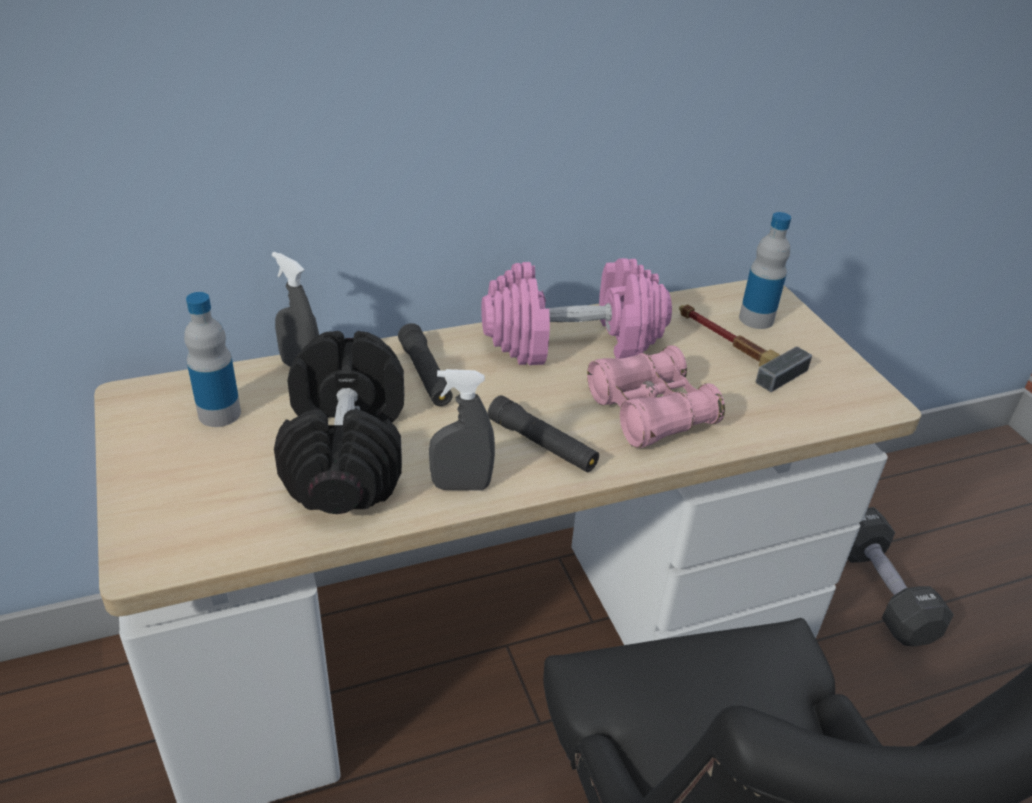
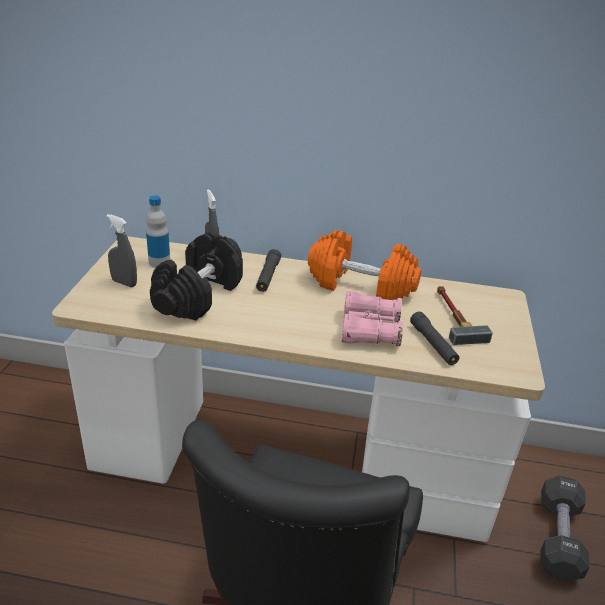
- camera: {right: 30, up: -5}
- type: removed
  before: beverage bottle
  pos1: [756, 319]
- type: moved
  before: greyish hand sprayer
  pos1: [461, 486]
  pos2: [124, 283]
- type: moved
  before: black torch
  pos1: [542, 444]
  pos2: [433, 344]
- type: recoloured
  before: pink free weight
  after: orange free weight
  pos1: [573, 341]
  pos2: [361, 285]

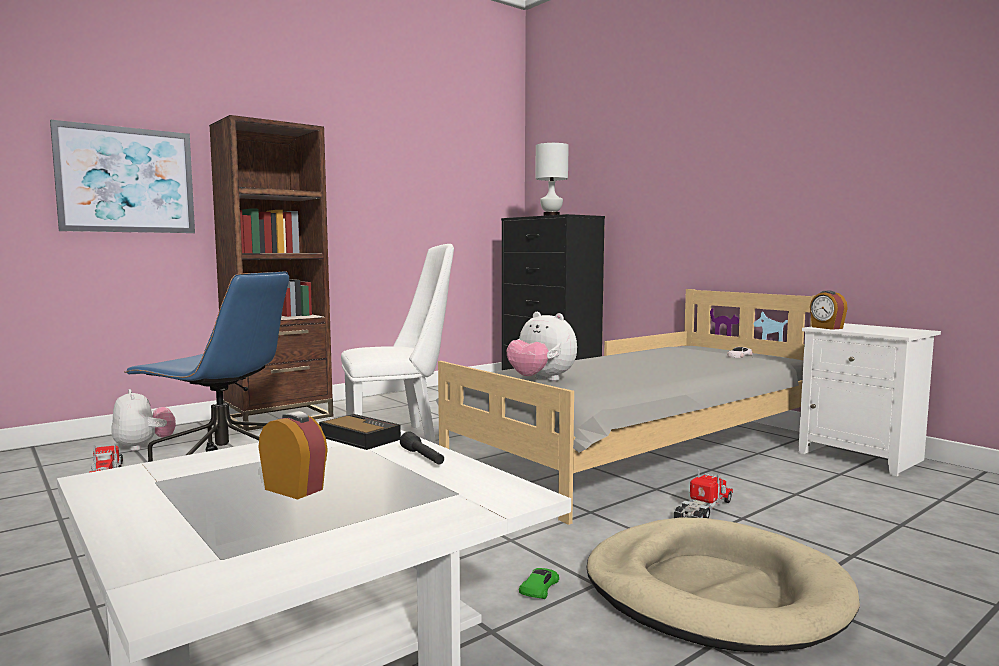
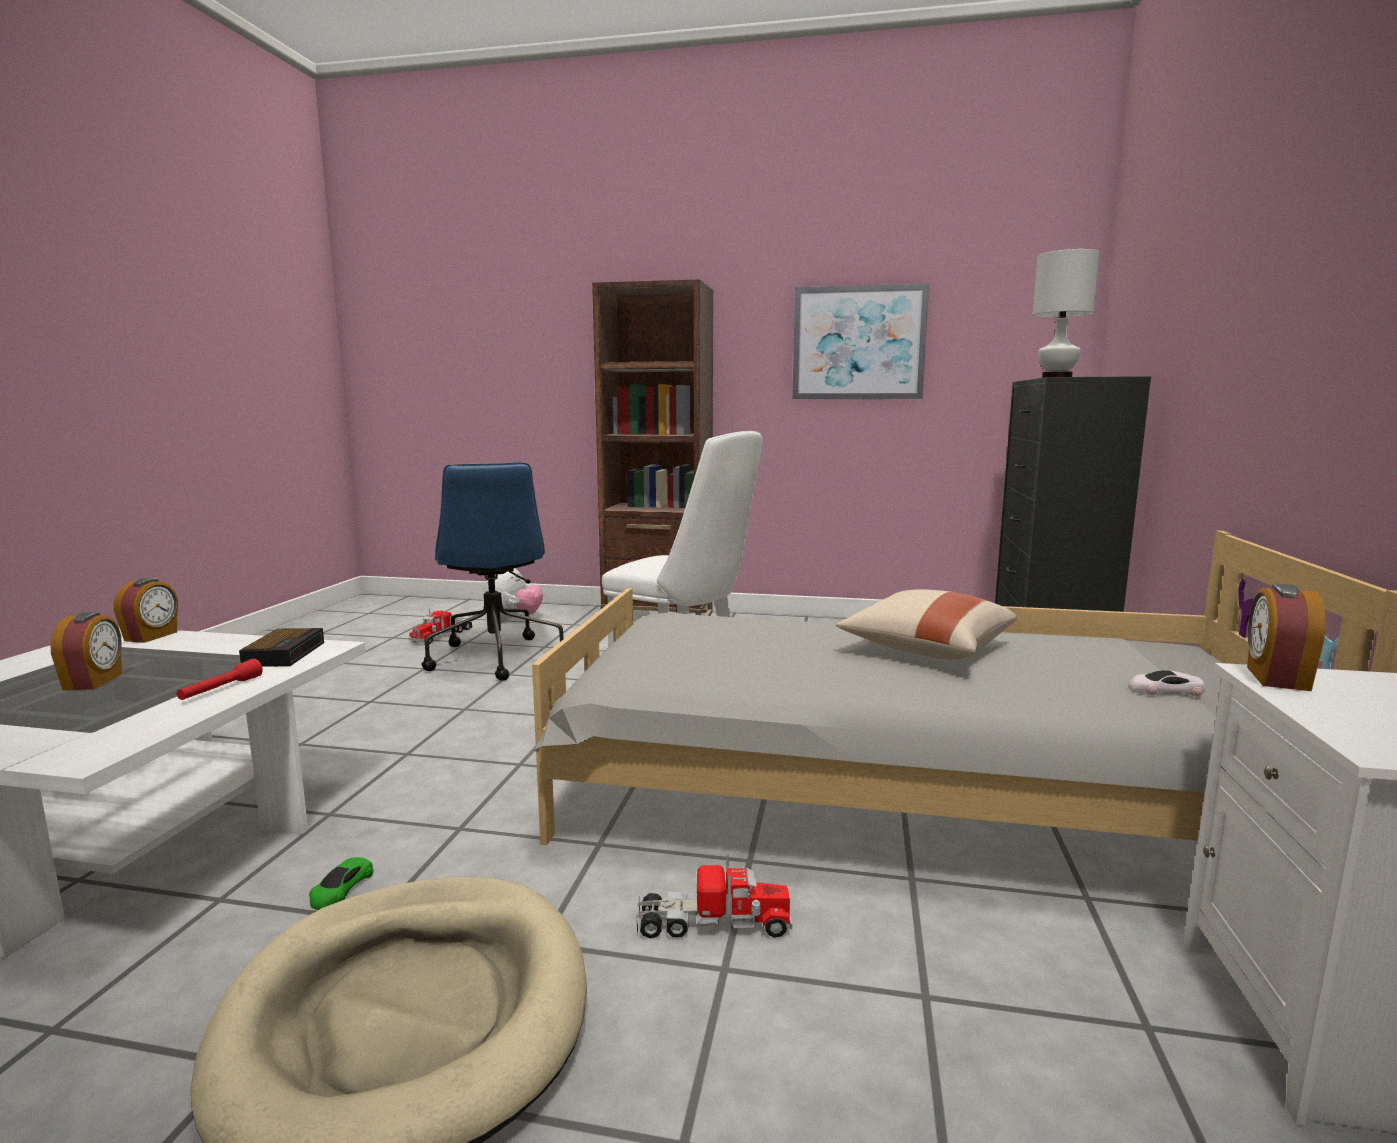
- camera: {right: 50, up: 5}
- type: removed
  before: plush toy
  pos1: [541, 380]
- type: added
  after: table clock
  pos2: [152, 636]
- type: added
  after: beige-coloured pillow
  pos2: [926, 649]
- type: moved
  before: picture
  pos1: [126, 180]
  pos2: [858, 343]
- type: recoloured
  before: black torch
  after: red-coloured torch
  pos1: [423, 458]
  pos2: [221, 689]
- type: turned
  before: green model car
  pos1: [539, 587]
  pos2: [341, 888]
  turn: 120

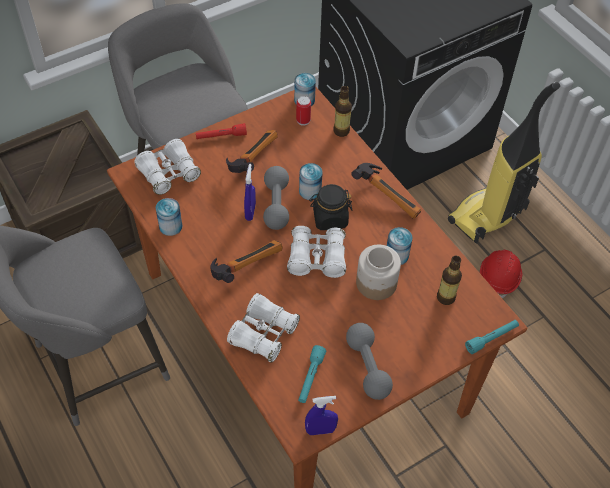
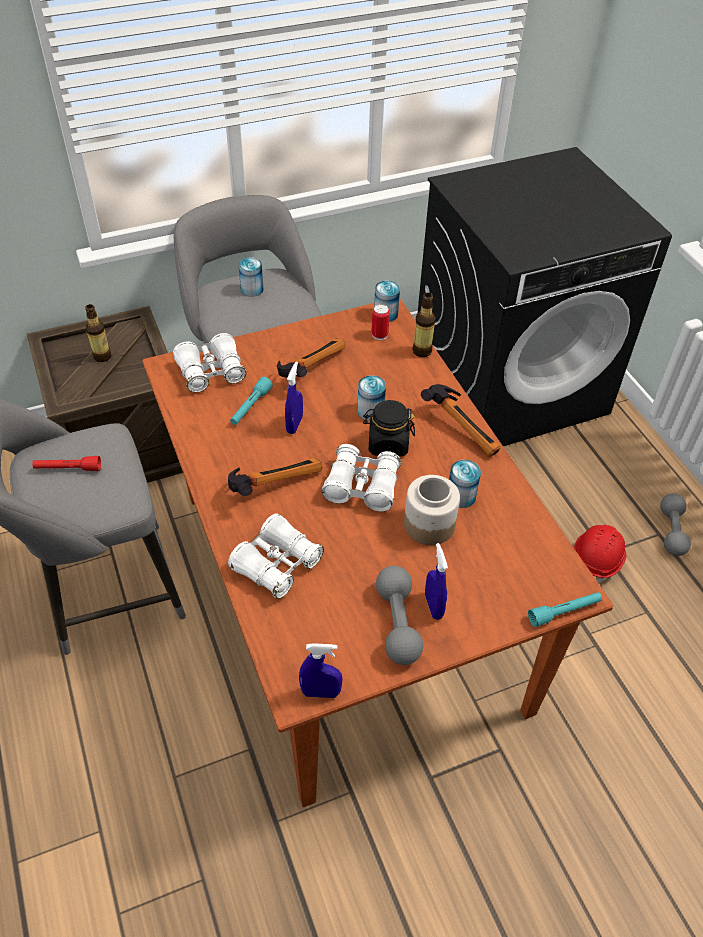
- camera: {right: 10, up: -5}
- type: removed
  before: hoover
  pos1: [487, 217]
- type: added
  after: blue hand sprayer
  pos2: [433, 606]
- type: moved
  before: sealed can
  pos1: [170, 226]
  pos2: [252, 289]
- type: moved
  before: red-coloured torch
  pos1: [221, 136]
  pos2: [68, 469]
- type: moved
  before: greyish free weight
  pos1: [276, 205]
  pos2: [671, 531]
- type: moved
  before: turquoise-coloured torch
  pos1: [310, 378]
  pos2: [250, 407]
- type: moved
  before: beverage bottle
  pos1: [445, 297]
  pos2: [102, 356]

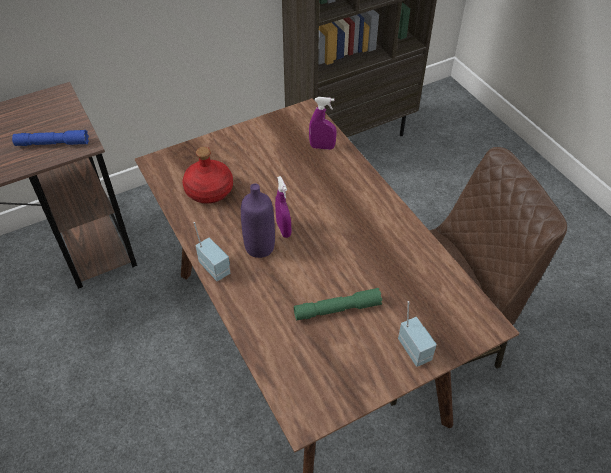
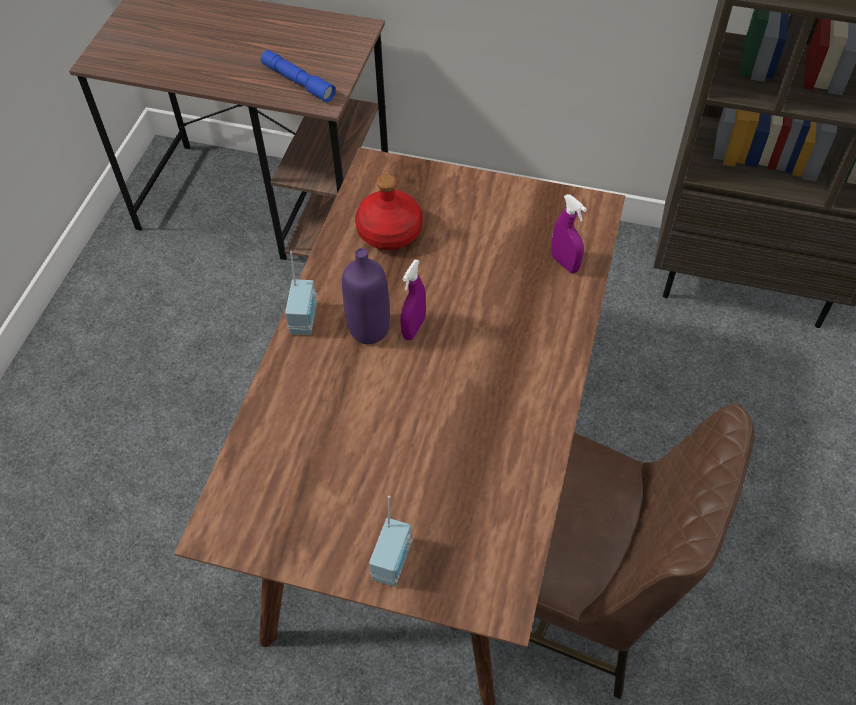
- camera: {right: 45, up: 5}
- type: removed
  before: green torch
  pos1: [337, 309]

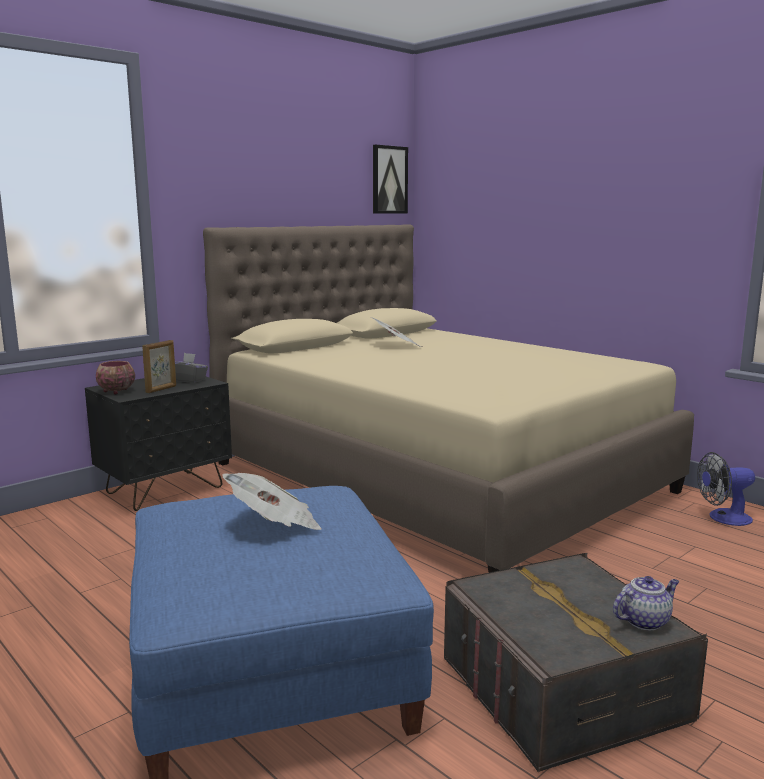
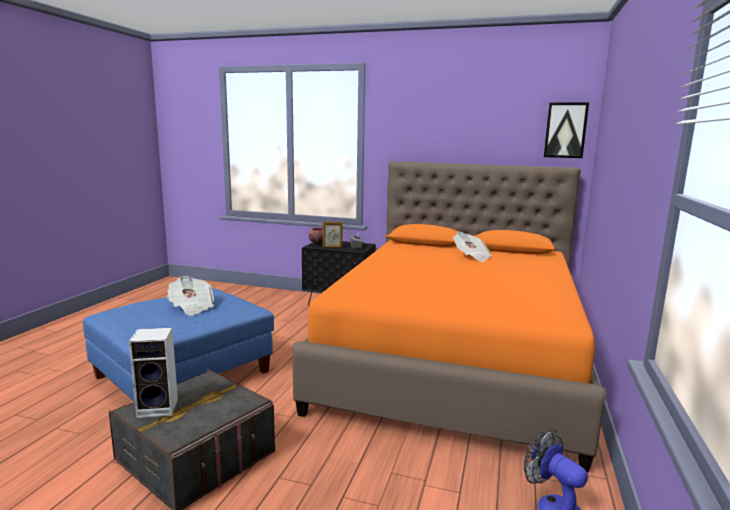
- camera: {right: 60, up: 0}
- type: removed
  before: tea pot
  pos1: [644, 620]
- type: added
  after: audio speaker
  pos2: [159, 407]
- type: recoloured
  before: beige-coloured bed
  after: orange bed
  pos1: [437, 476]
  pos2: [455, 360]

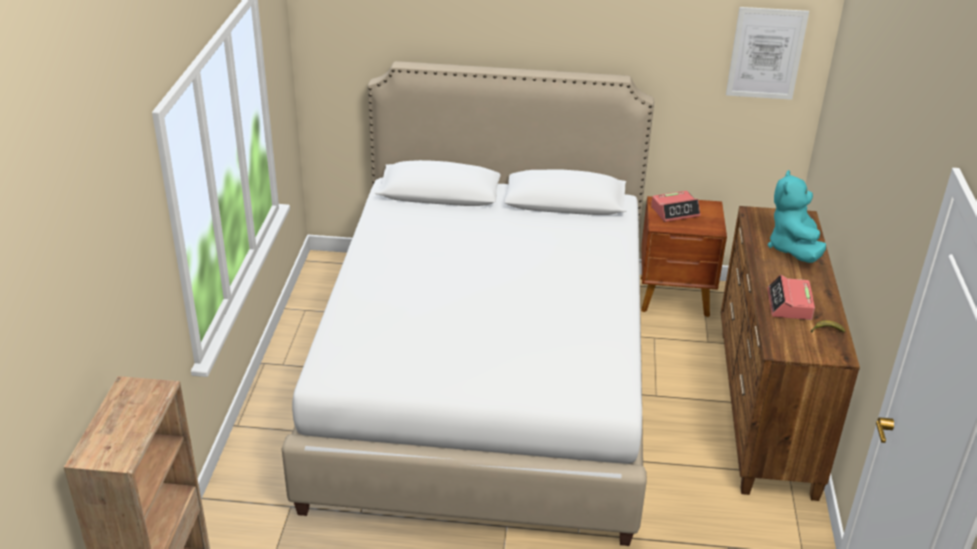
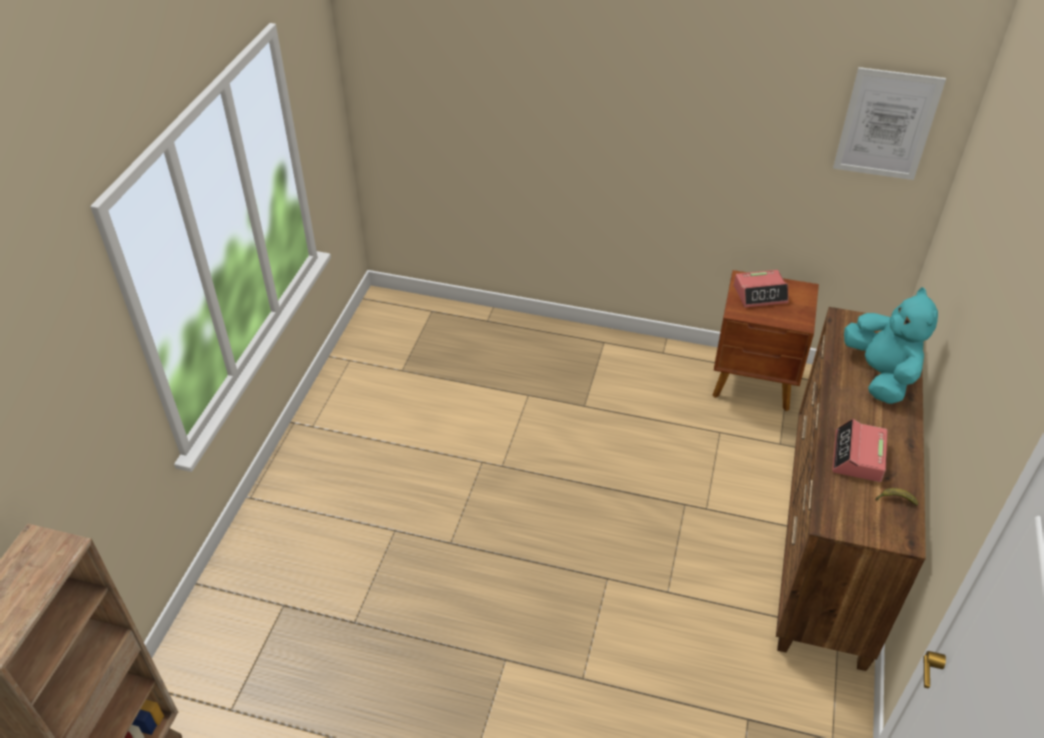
- camera: {right: 10, up: 10}
- type: removed
  before: white-coloured bed
  pos1: [485, 380]
- type: turned
  before: turquoise-coloured plush toy
  pos1: [793, 249]
  pos2: [880, 375]
  turn: 150

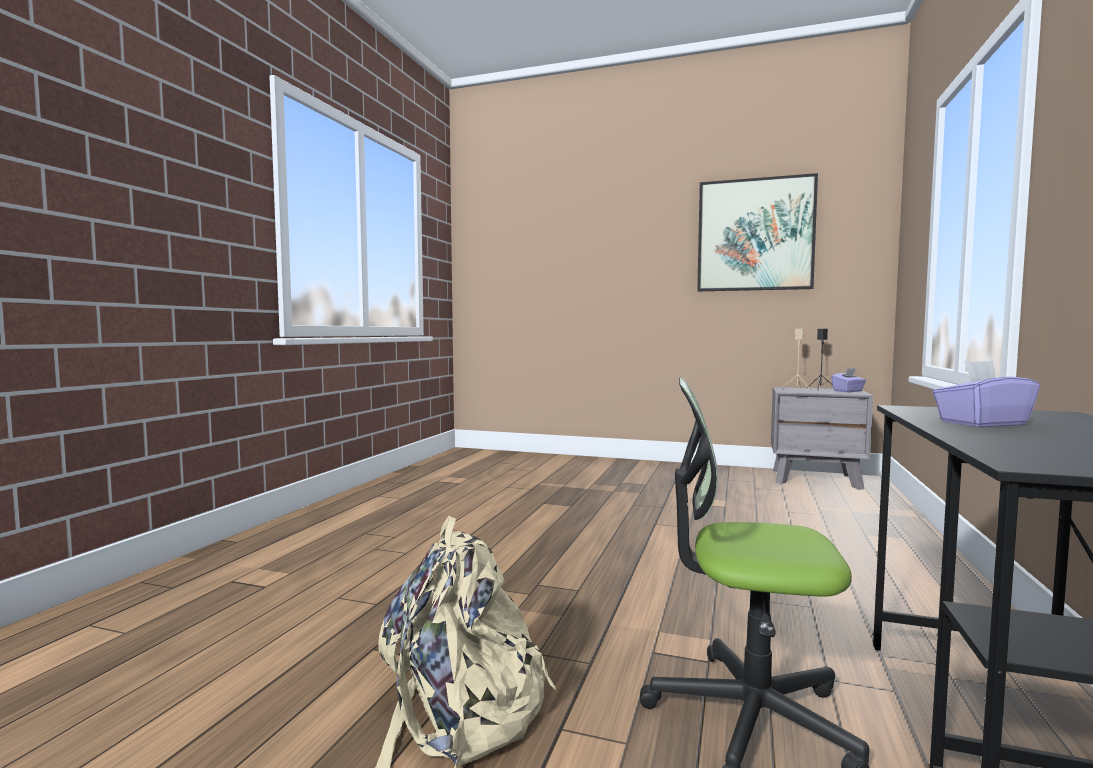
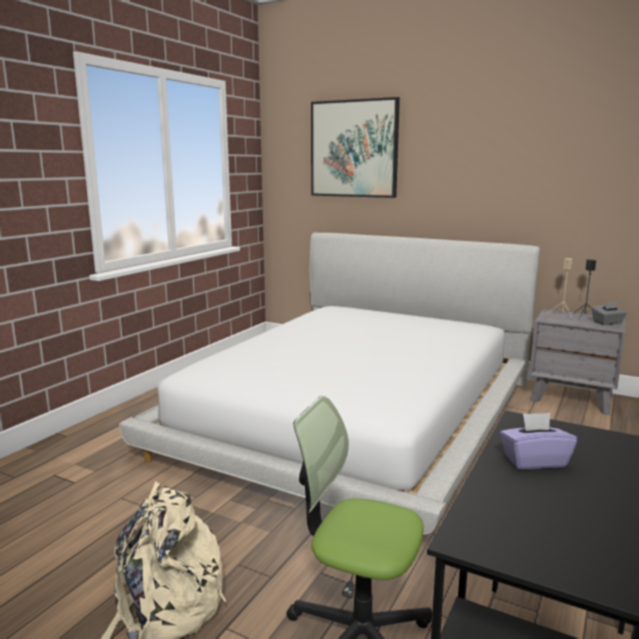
- camera: {right: 10, up: 10}
- type: added
  after: white-coloured bed
  pos2: [356, 415]
- type: moved
  before: picture
  pos1: [755, 235]
  pos2: [354, 149]
- type: recoloured
  before: purple box of tissues
  after: greyish box of tissues
  pos1: [848, 391]
  pos2: [607, 322]

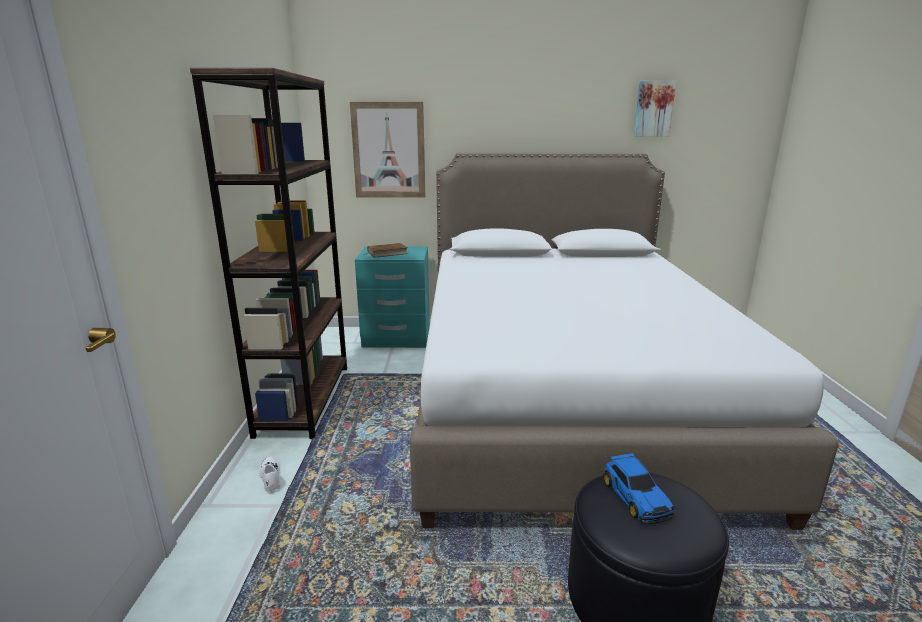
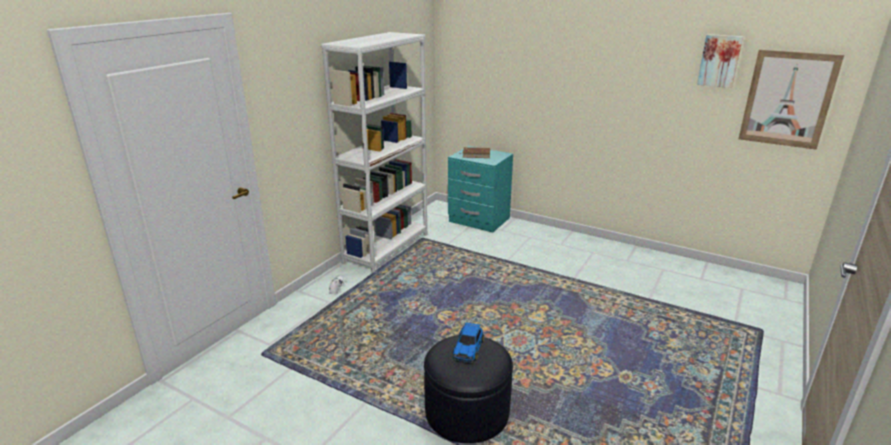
- camera: {right: 30, up: 5}
- type: removed
  before: white-coloured bed
  pos1: [564, 397]
- type: moved
  before: picture
  pos1: [388, 150]
  pos2: [787, 99]
- type: recoloured
  before: brown-coloured bookshelf
  after: white-coloured bookshelf
  pos1: [304, 399]
  pos2: [386, 248]

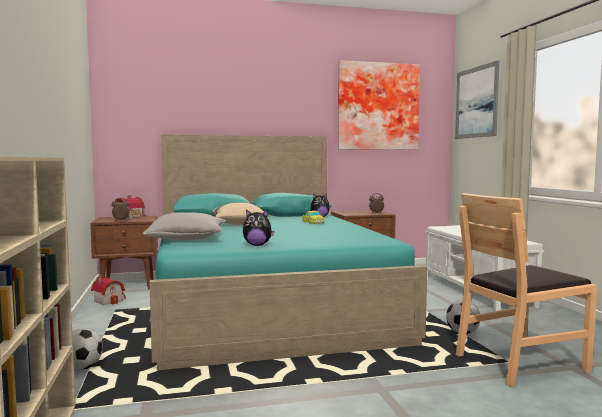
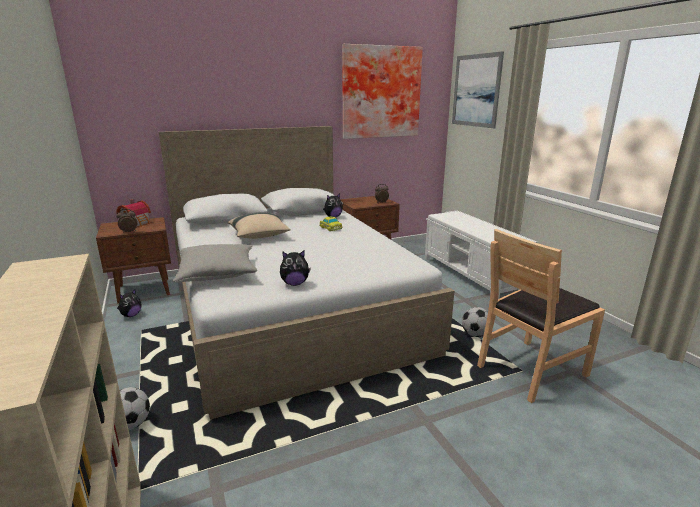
- camera: {right: -10, up: 15}
- type: replaced
  before: miniature house
  after: plush toy
  pos1: [109, 300]
  pos2: [131, 315]
- type: recoloured
  before: turquoise-coloured bed
  after: white-coloured bed
  pos1: [267, 304]
  pos2: [291, 308]

